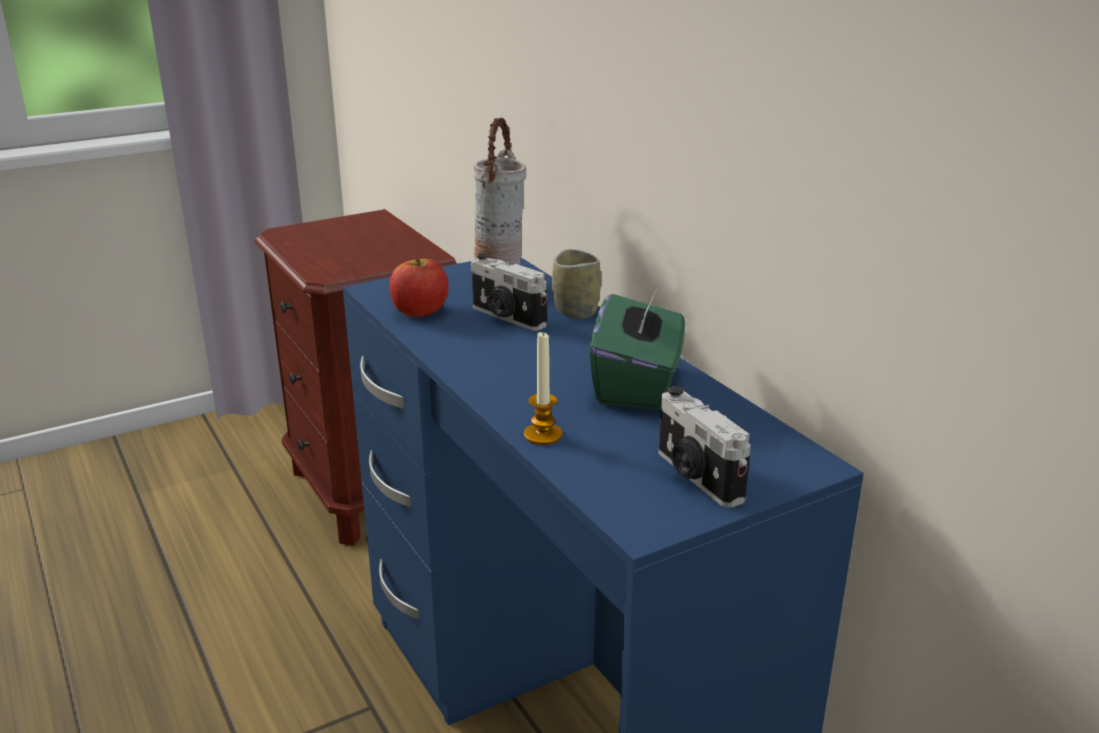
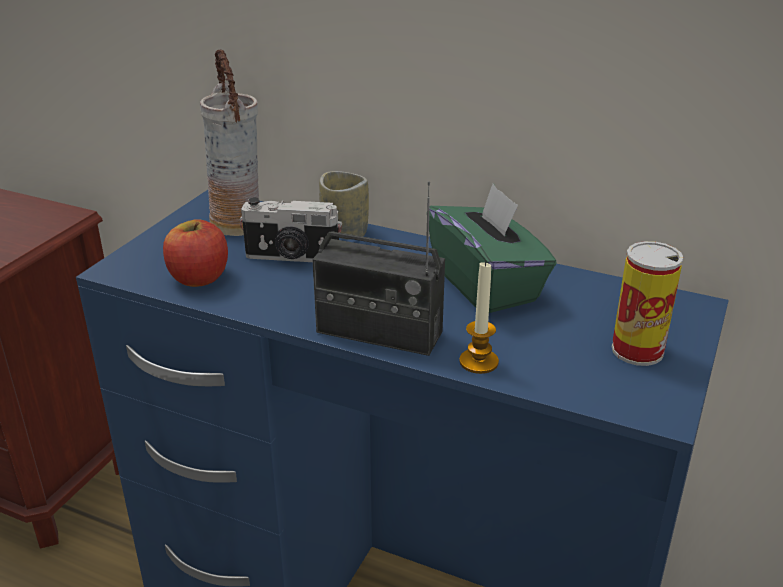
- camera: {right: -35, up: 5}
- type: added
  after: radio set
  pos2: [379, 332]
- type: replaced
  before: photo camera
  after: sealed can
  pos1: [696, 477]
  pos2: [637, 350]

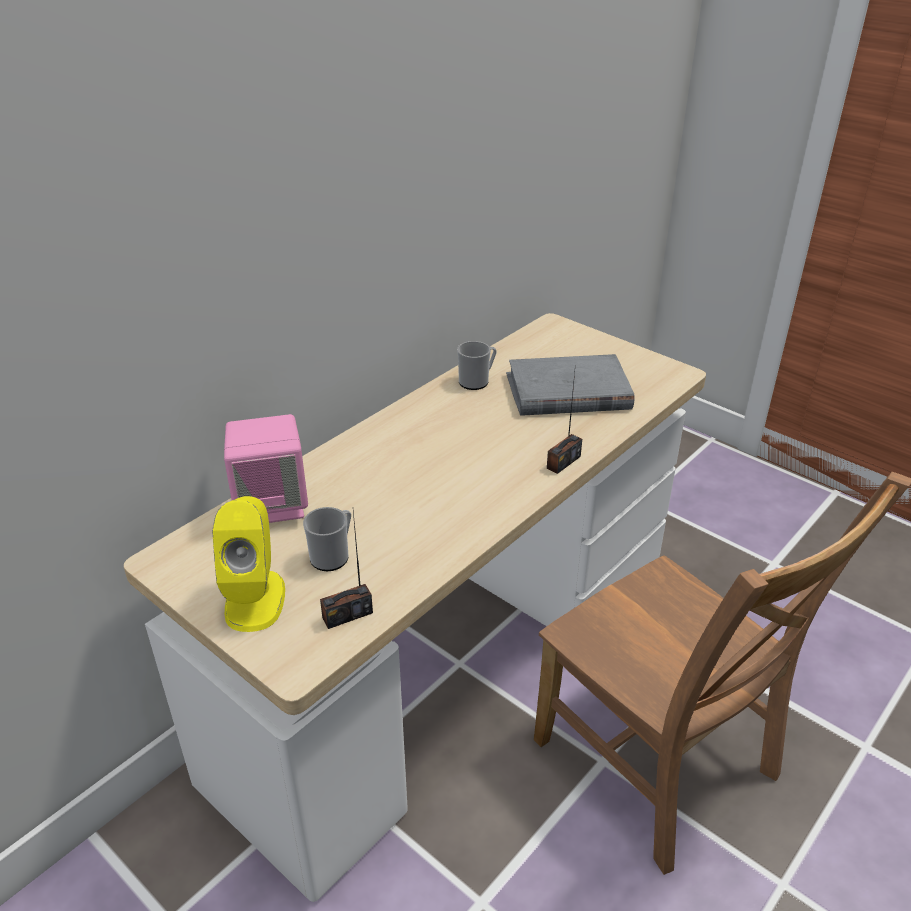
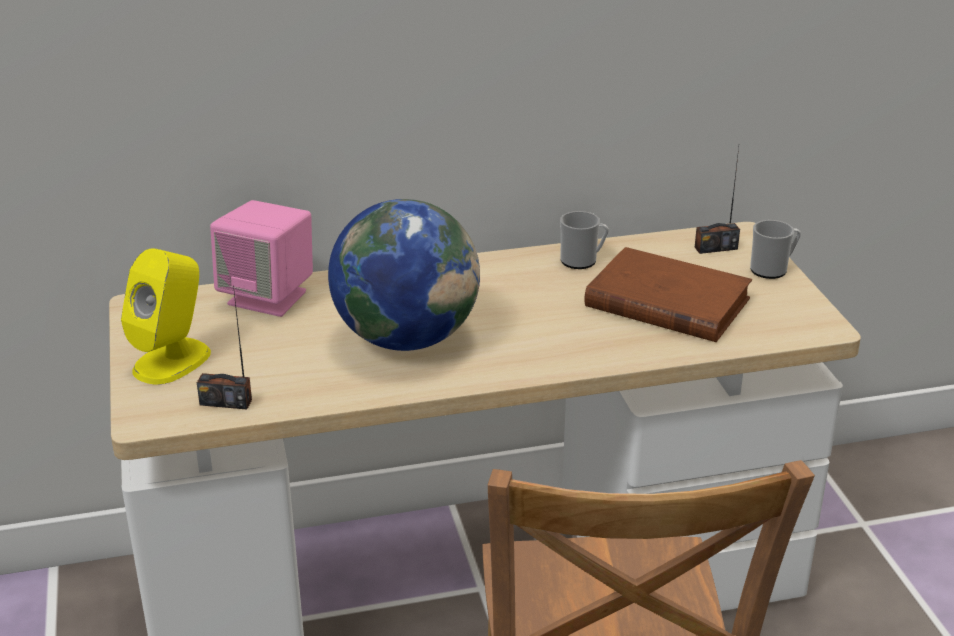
- camera: {right: 35, up: -5}
- type: added
  after: desk globe
  pos2: [406, 338]
- type: moved
  before: coffee mug
  pos1: [333, 556]
  pos2: [772, 269]
- type: moved
  before: radio set
  pos1: [563, 462]
  pos2: [716, 248]
- type: recoloured
  before: greyish book
  after: brown-coloured book
  pos1: [567, 392]
  pos2: [666, 302]

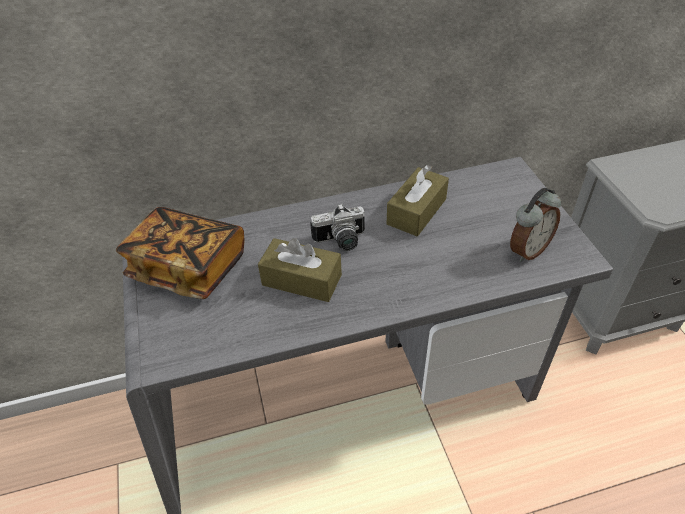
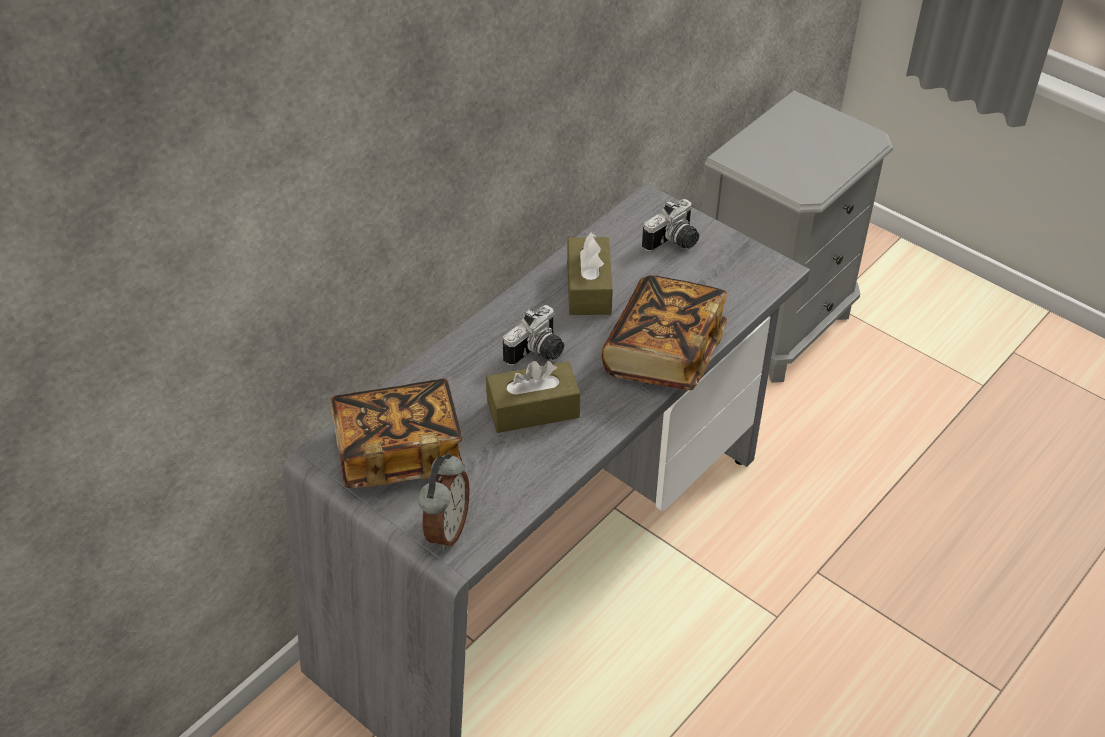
- camera: {right: -35, up: 0}
- type: added
  after: book
  pos2: [664, 353]
- type: added
  after: photo camera
  pos2: [674, 243]
- type: moved
  before: table clock
  pos1: [527, 250]
  pos2: [446, 529]

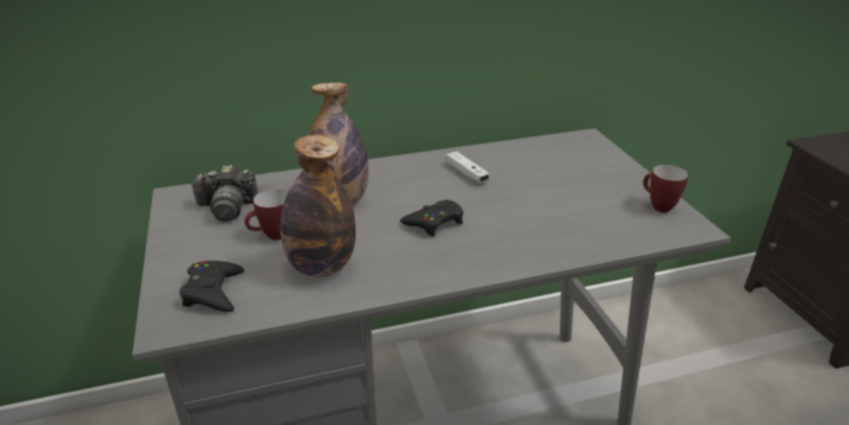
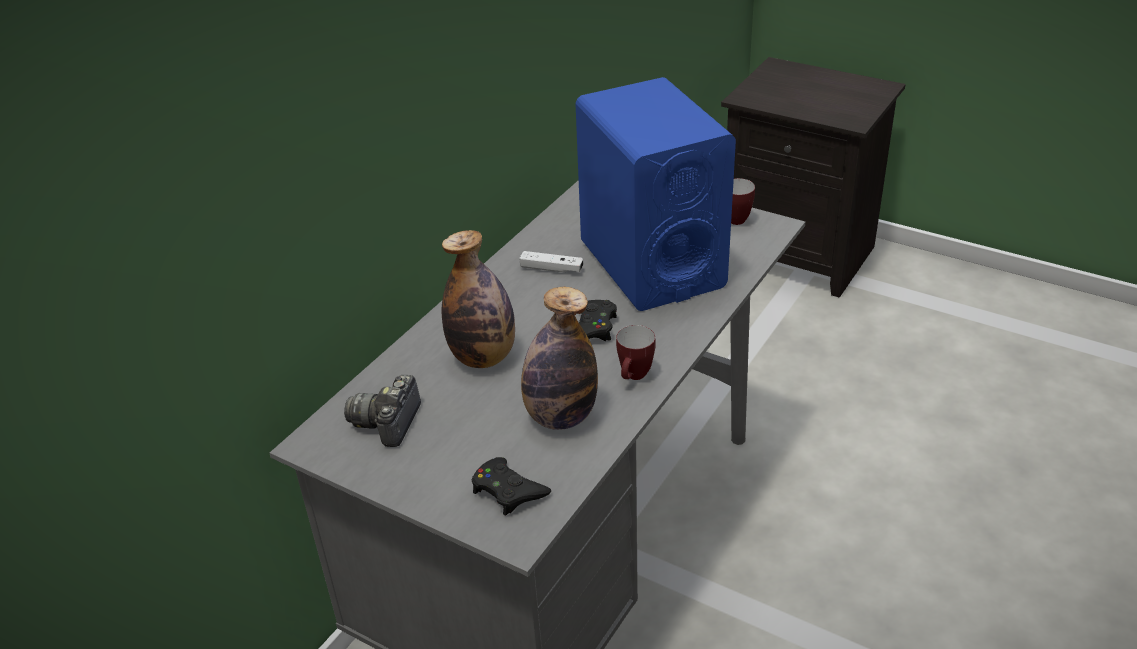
- camera: {right: -40, up: 5}
- type: added
  after: blue audio speaker
  pos2: [651, 264]
- type: moved
  before: coffee mug
  pos1: [272, 236]
  pos2: [634, 377]
- type: turned
  before: photo camera
  pos1: [228, 208]
  pos2: [388, 423]
  turn: 150

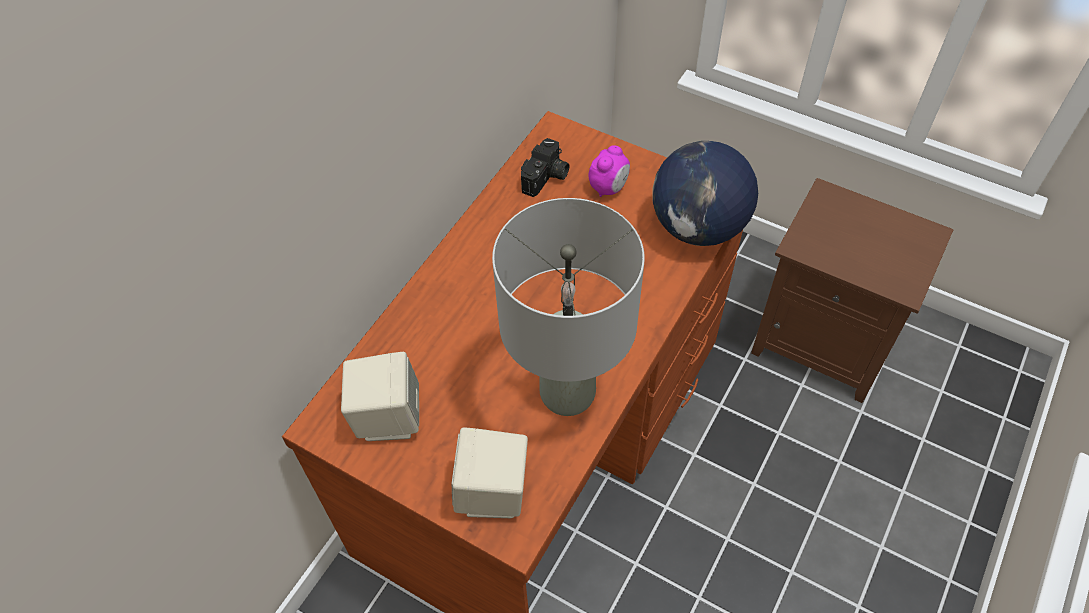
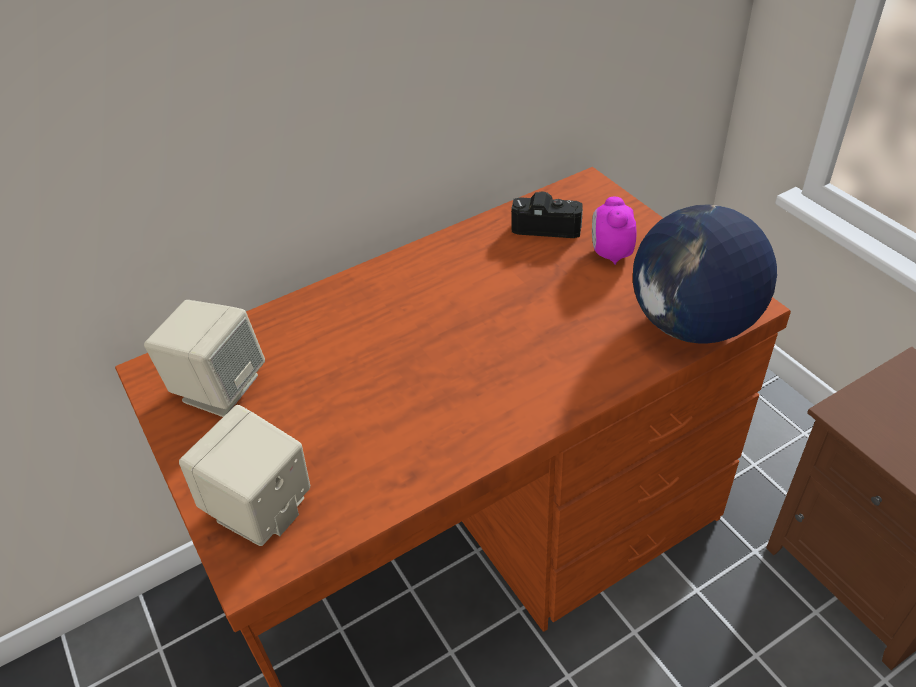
- camera: {right: 30, up: -10}
- type: removed
  before: greyish table lamp
  pos1: [567, 392]
- type: turned
  before: photo camera
  pos1: [546, 178]
  pos2: [547, 224]
  turn: -135
- type: turned
  before: table clock
  pos1: [609, 187]
  pos2: [611, 253]
  turn: 120

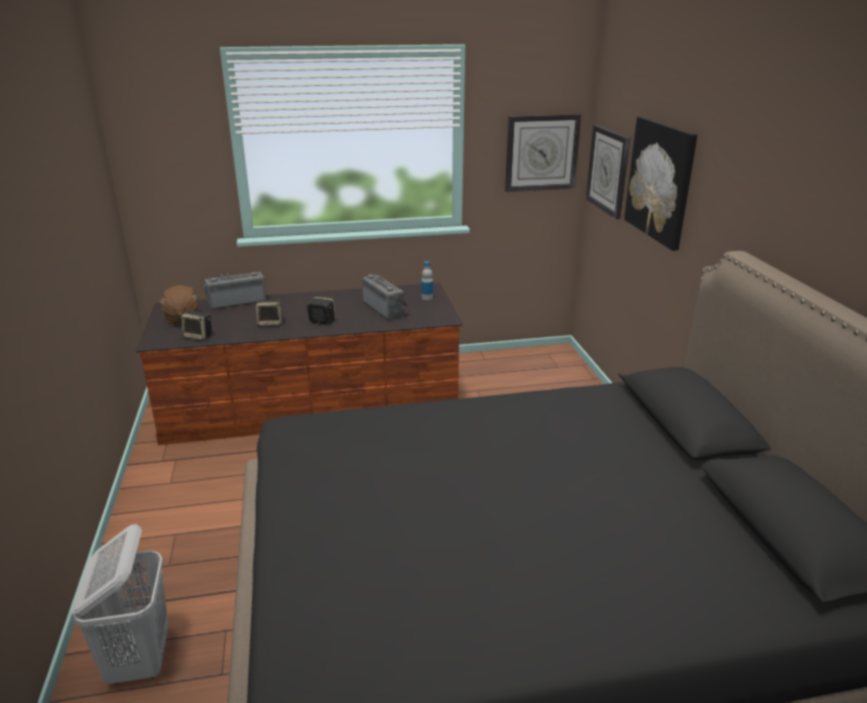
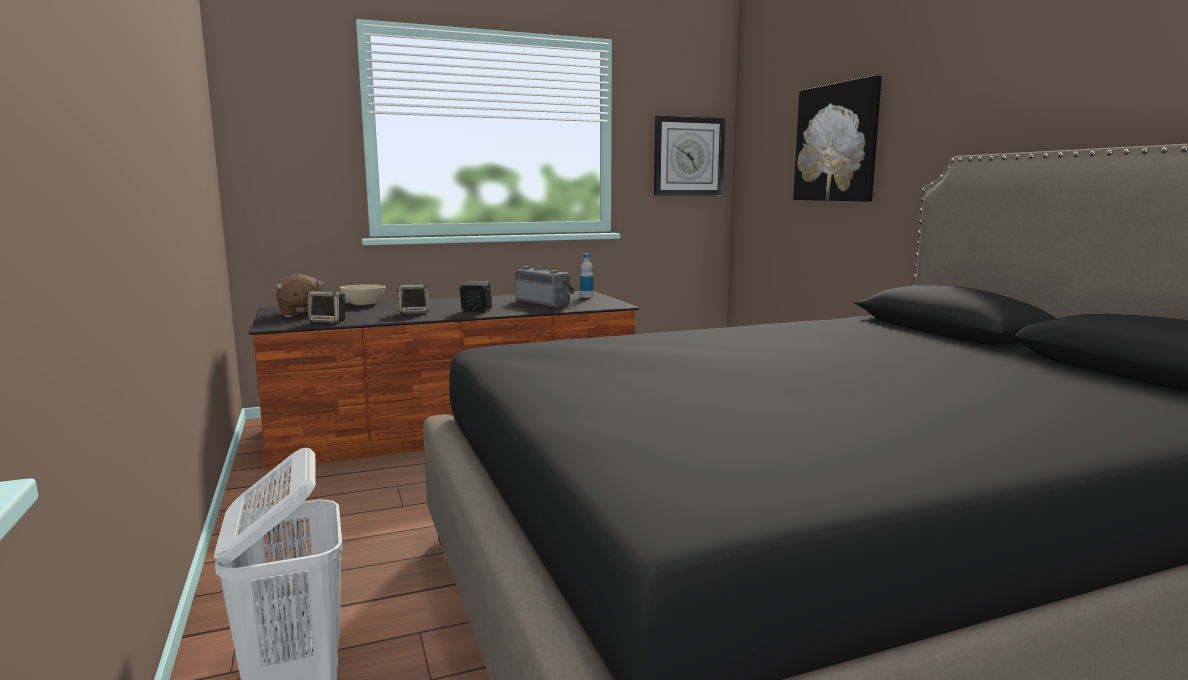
- camera: {right: -10, up: -15}
- type: removed
  before: hanging clock
  pos1: [608, 170]
- type: replaced
  before: radio set
  after: beige-coloured serving bowl
  pos1: [237, 301]
  pos2: [363, 304]

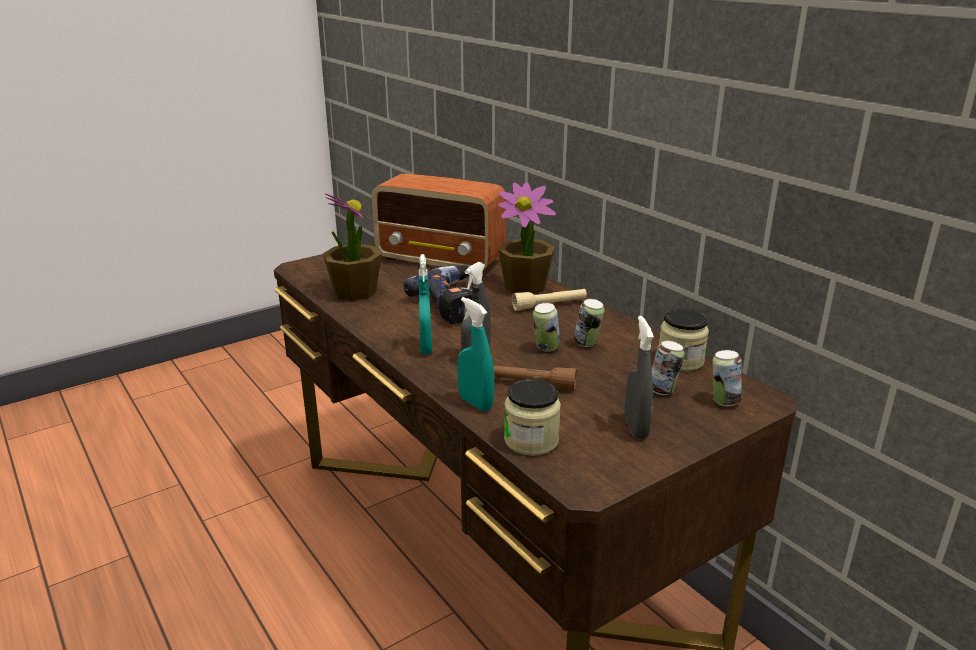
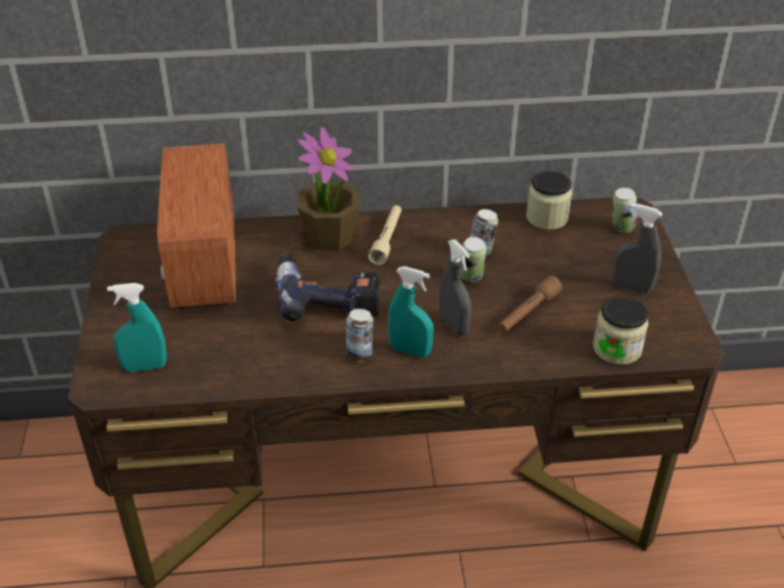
- camera: {right: -60, up: 15}
- type: removed
  before: plant in a pot
  pos1: [354, 292]
- type: moved
  before: turquoise-coloured hand sprayer
  pos1: [475, 403]
  pos2: [145, 366]
- type: moved
  before: sealed can
  pos1: [663, 391]
  pos2: [360, 354]
- type: turned
  before: radio set
  pos1: [442, 260]
  pos2: [204, 266]
  turn: 120

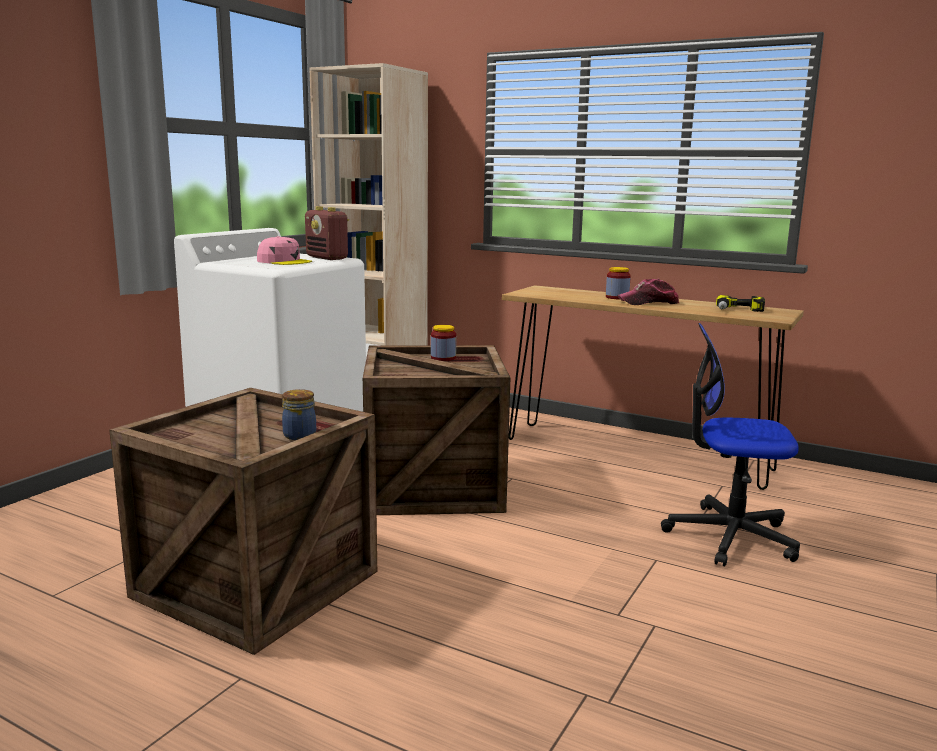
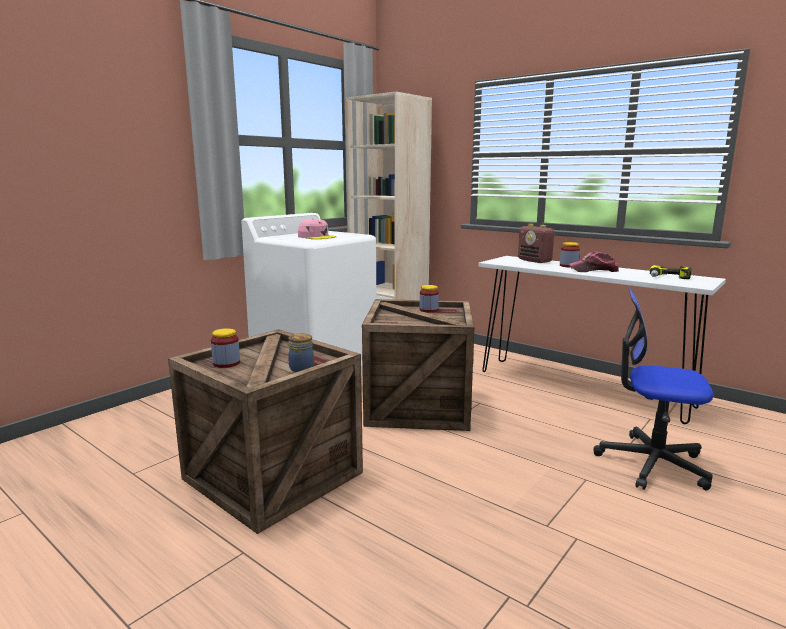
- camera: {right: 10, up: 0}
- type: added
  after: preserve jar
  pos2: [226, 363]
- type: moved
  before: radio set
  pos1: [327, 258]
  pos2: [535, 261]
- type: recoloured
  before: brown-coloured console table
  after: white-coloured console table
  pos1: [635, 454]
  pos2: [580, 388]

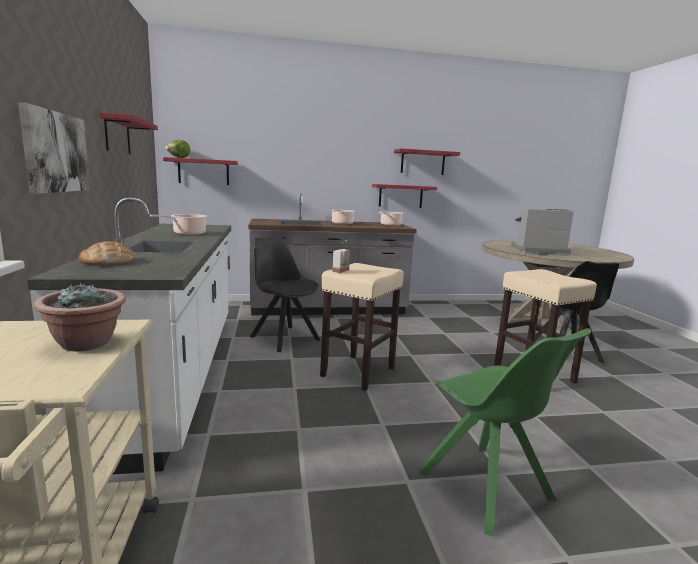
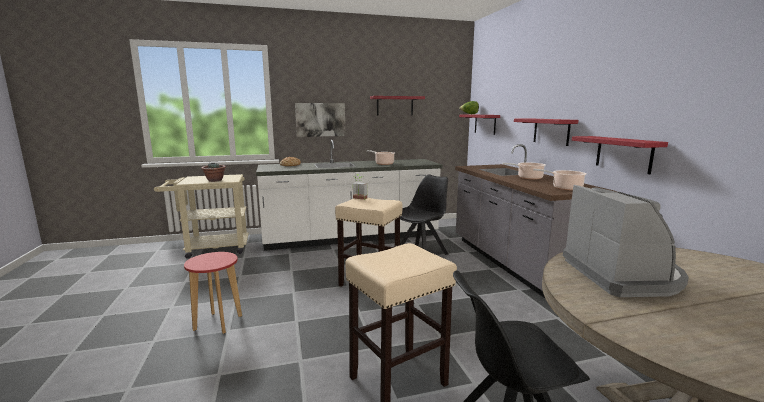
- camera: {right: 85, up: 0}
- type: moved
  before: red-coloured bracket shelf
  pos1: [422, 162]
  pos2: [551, 131]
- type: replaced
  before: green chair
  after: red-coloured sitting stool
  pos1: [487, 488]
  pos2: [218, 323]

